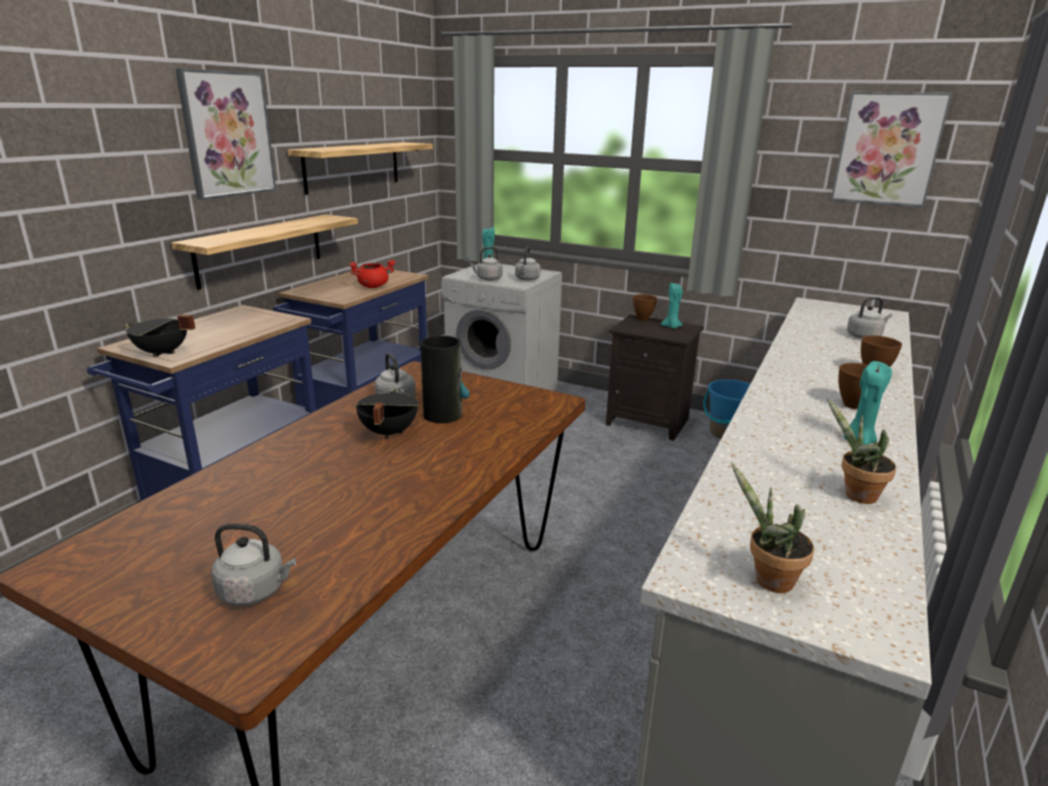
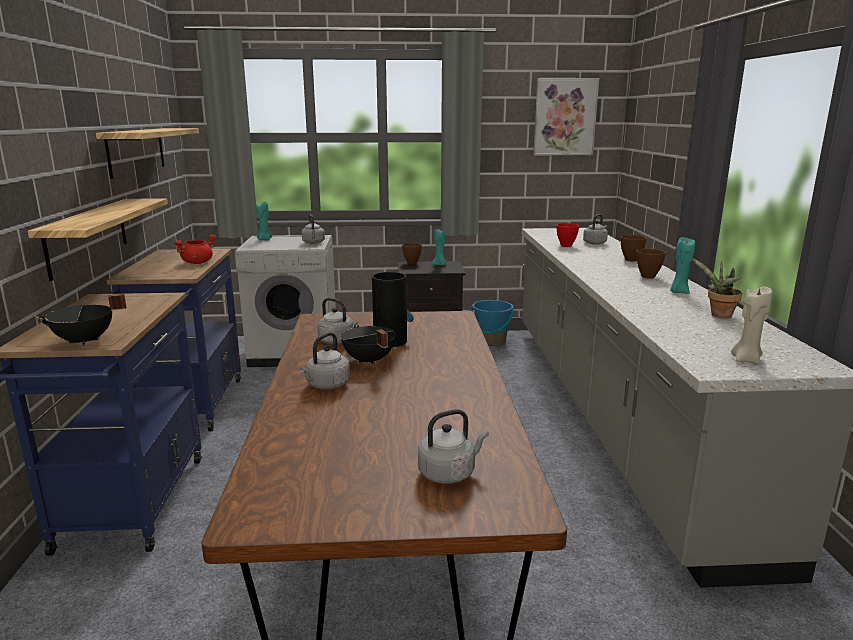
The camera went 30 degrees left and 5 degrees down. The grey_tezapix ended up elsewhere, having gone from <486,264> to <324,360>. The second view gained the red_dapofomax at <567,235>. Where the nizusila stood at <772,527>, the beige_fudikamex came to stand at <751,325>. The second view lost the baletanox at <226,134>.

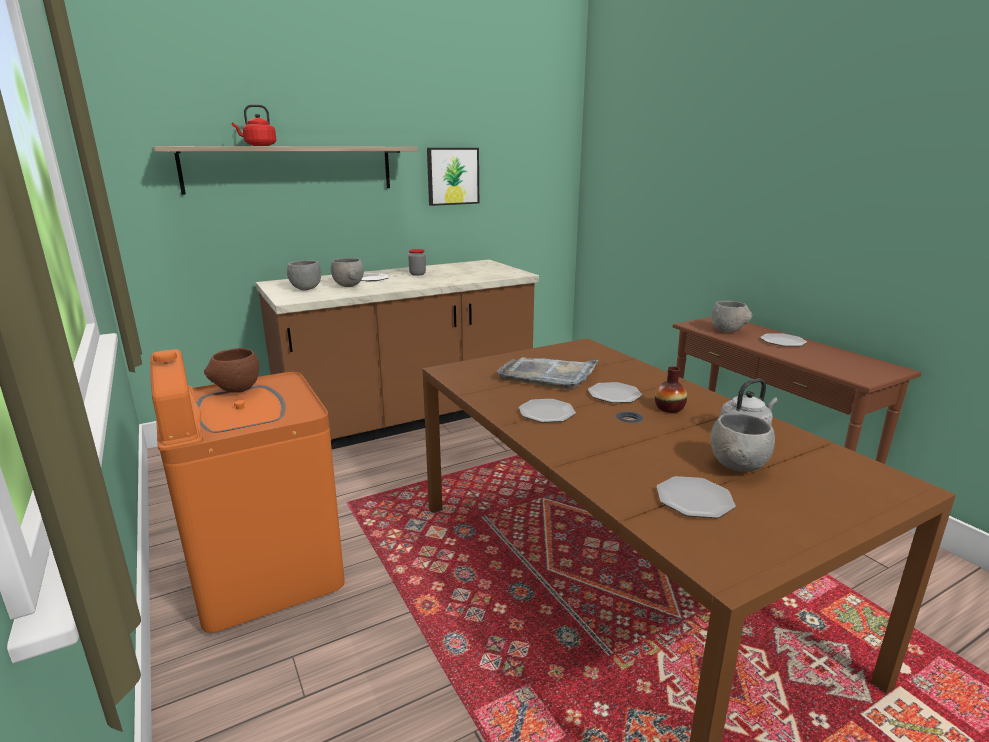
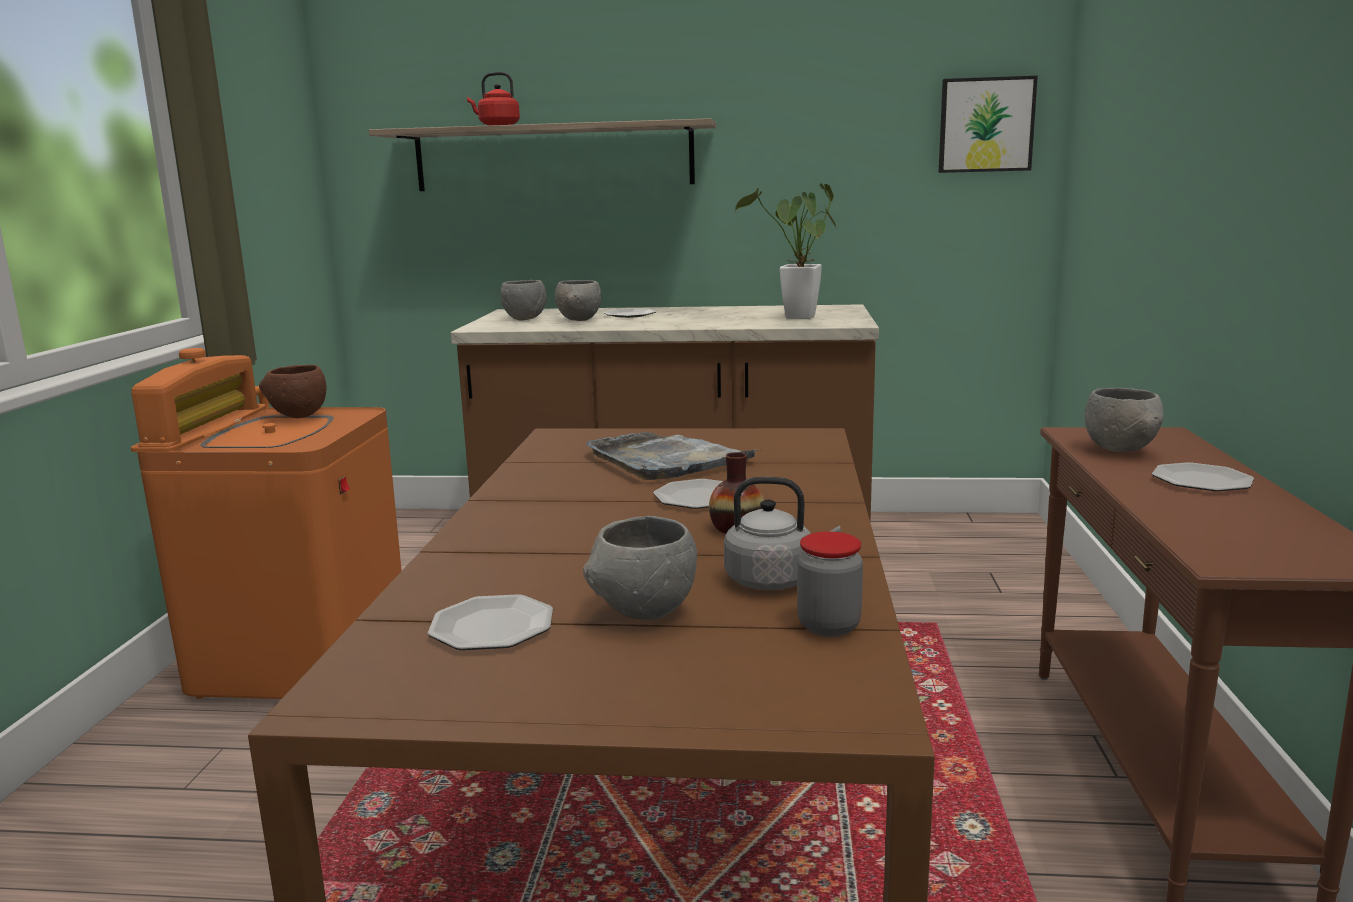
The camera went 35 degrees right and 5 degrees down. The second view gained the nizusila at <786,251>. The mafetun ended up elsewhere, having gone from <417,262> to <830,584>. The baletanox ended up elsewhere, having gone from <453,177> to <988,124>. The second view lost the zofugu at <547,411>.

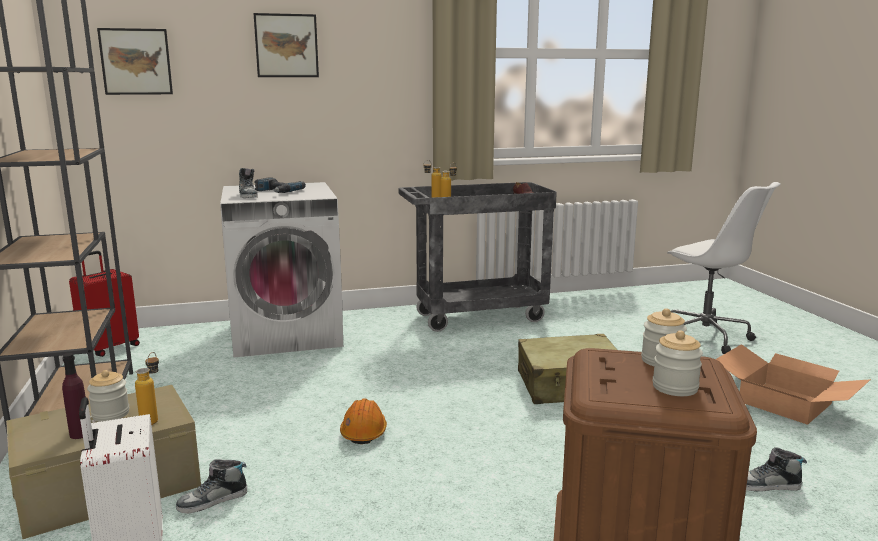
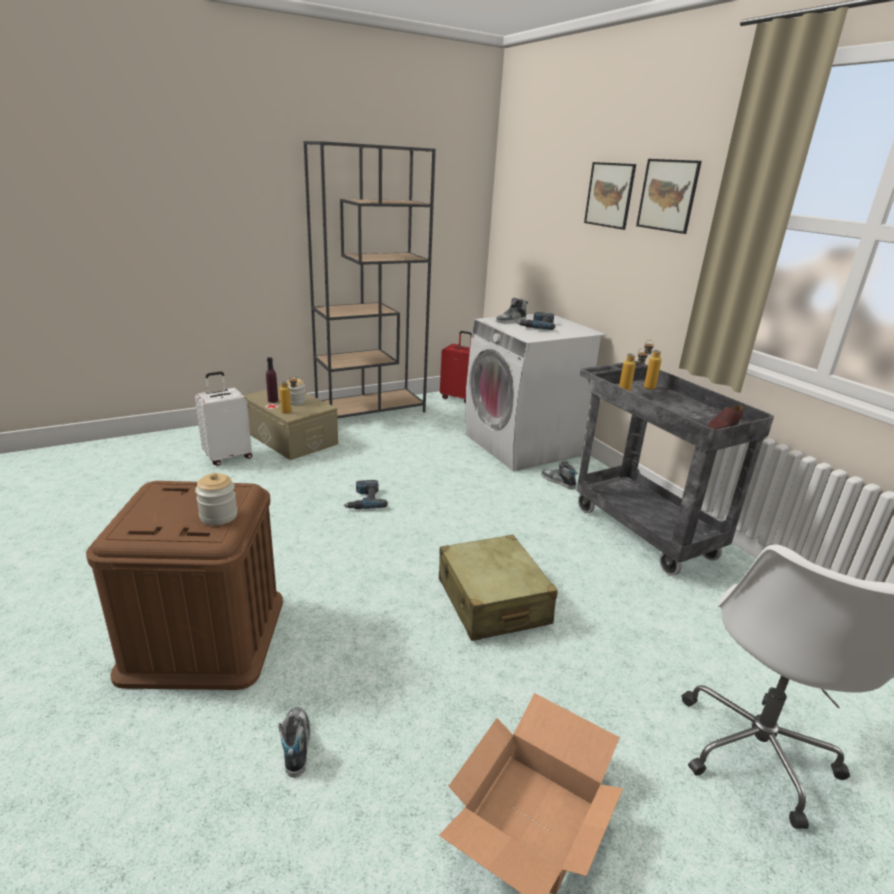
The camera went 75 degrees right and 10 degrees up. Where the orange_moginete stood at <363,421>, the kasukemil came to stand at <365,494>. The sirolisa ended up elsewhere, having gone from <211,486> to <559,475>. The baletanox ended up elsewhere, having gone from <135,61> to <669,196>. The second view lost the mafetun at <677,363>.

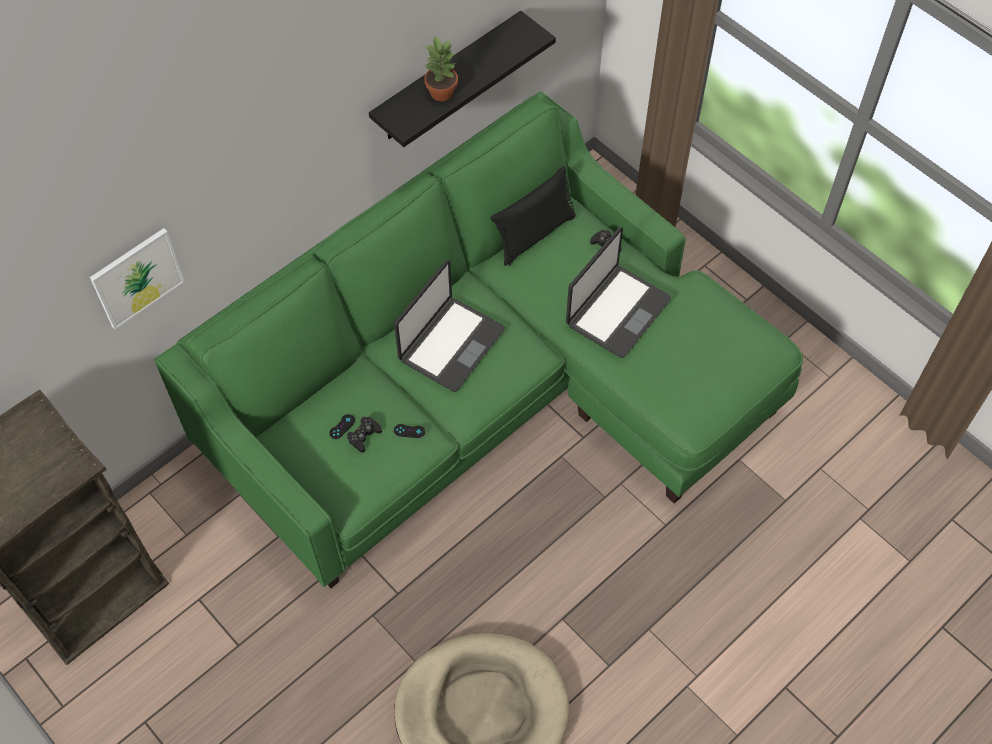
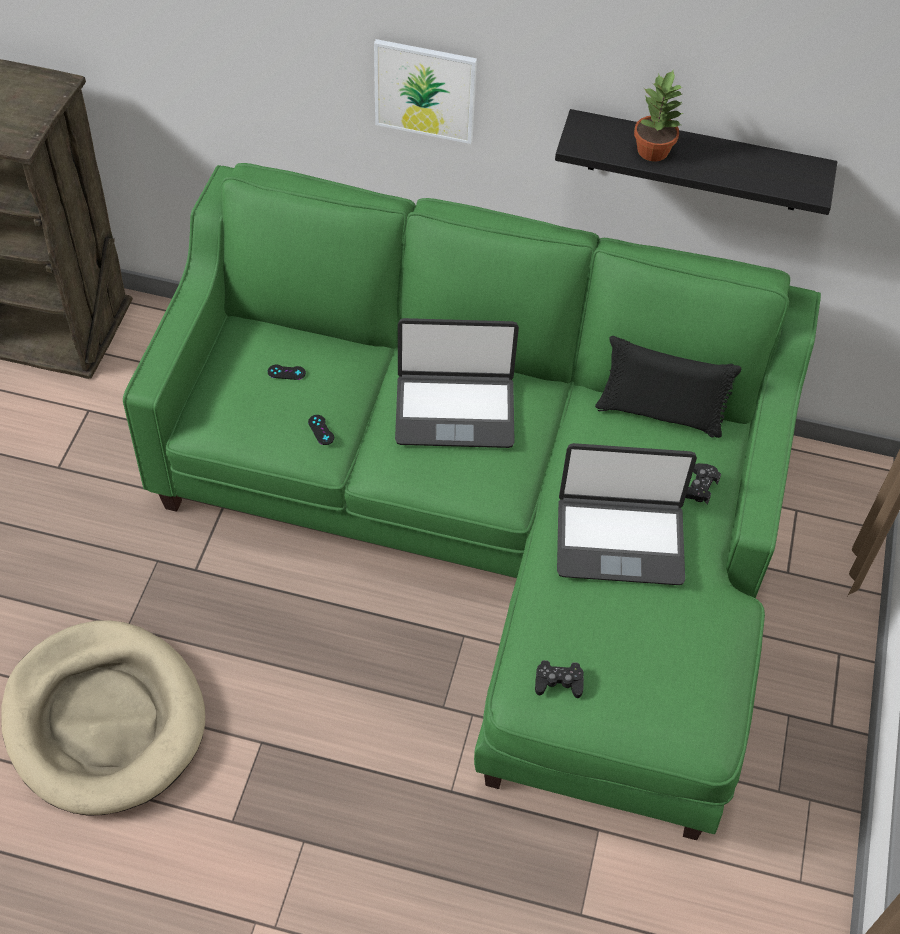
The camera went 55 degrees right and 5 degrees down. The baletanox ended up elsewhere, having gone from <137,279> to <425,91>. The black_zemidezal ended up elsewhere, having gone from <364,435> to <559,679>.

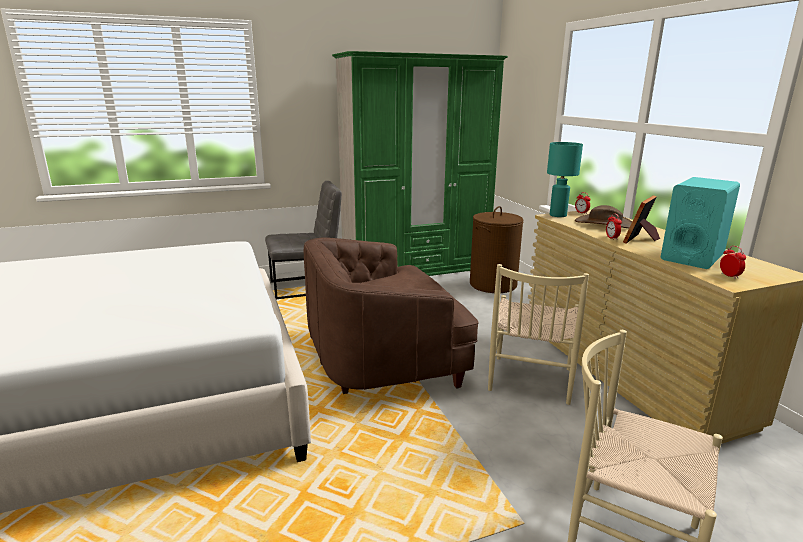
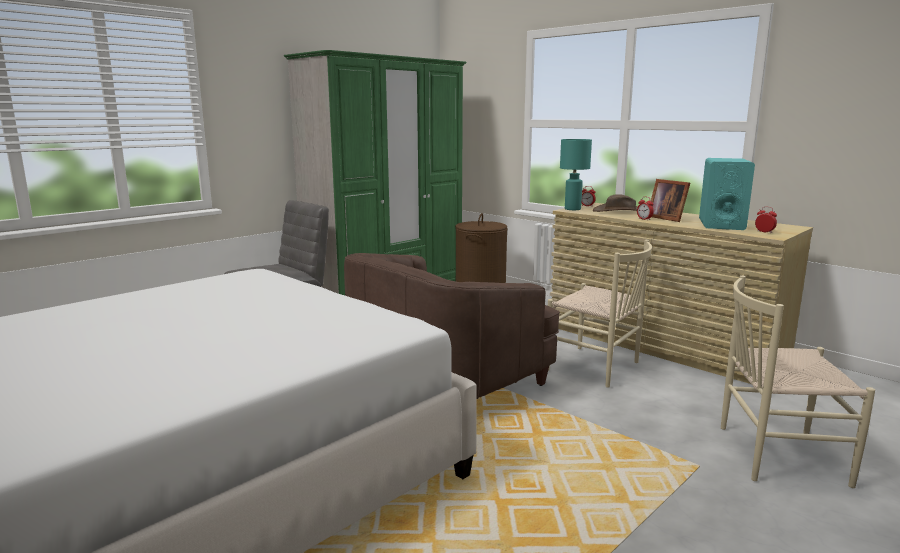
The camera went 25 degrees left and 5 degrees down. The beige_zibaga at <538,334> ended up facing another way, 45 degrees counterclockwise from before. The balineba at <641,219> ended up facing another way, 45 degrees counterclockwise from before.

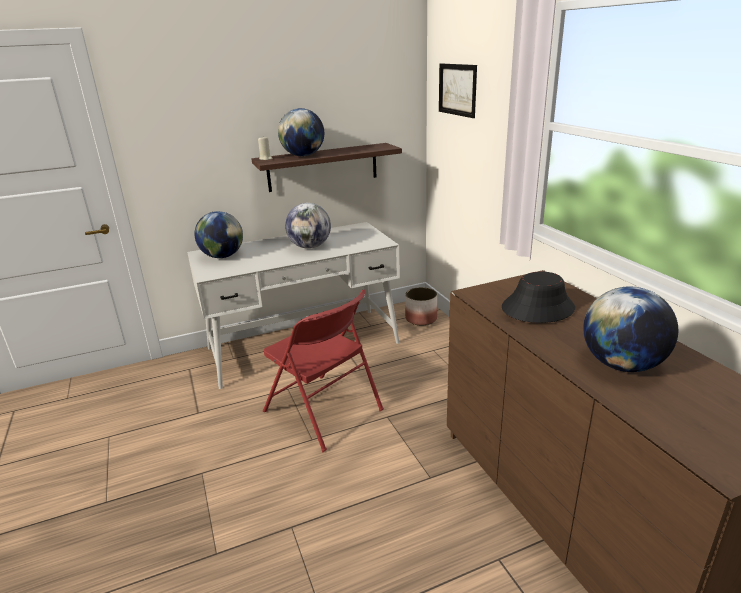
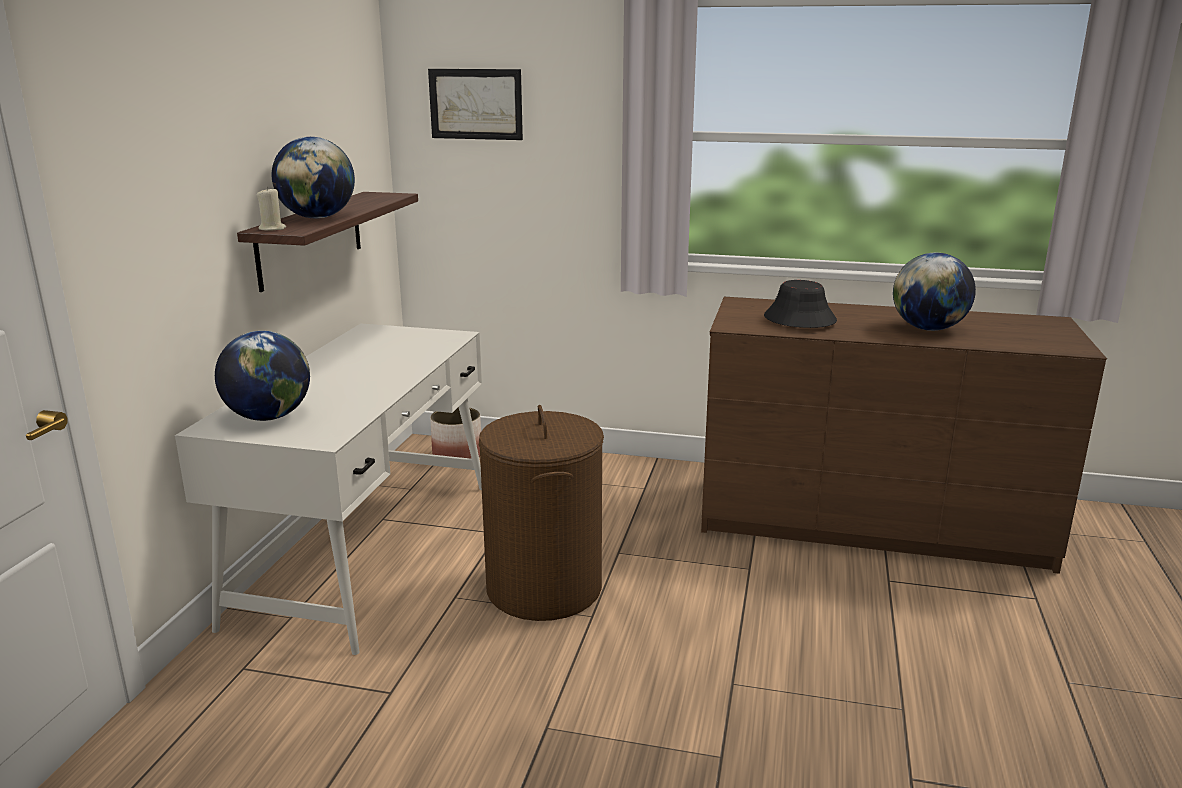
The camera went 55 degrees left and 5 degrees down. Where the red_zibaga stood at <323,370>, the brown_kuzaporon came to stand at <541,513>. The second view lost the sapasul at <308,226>.

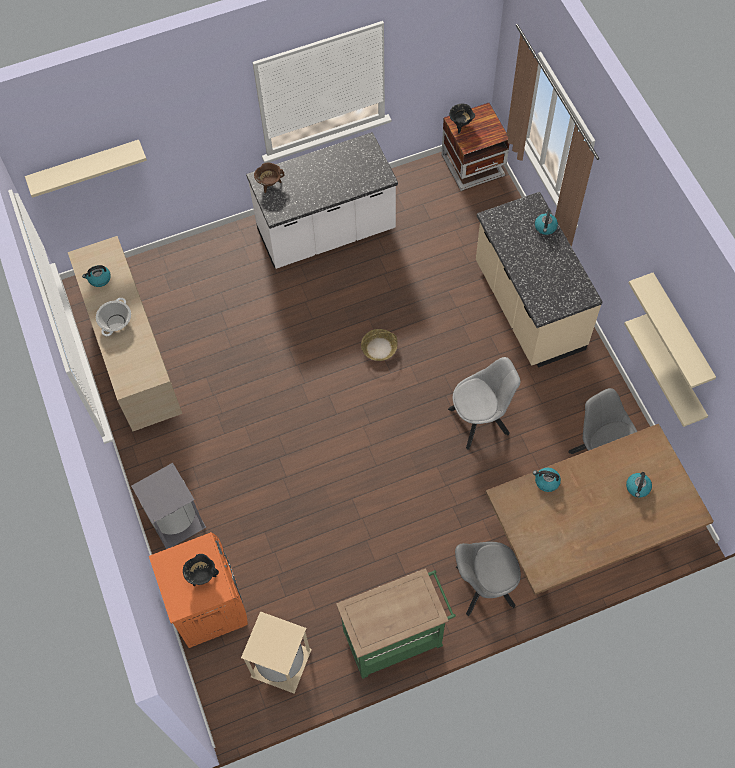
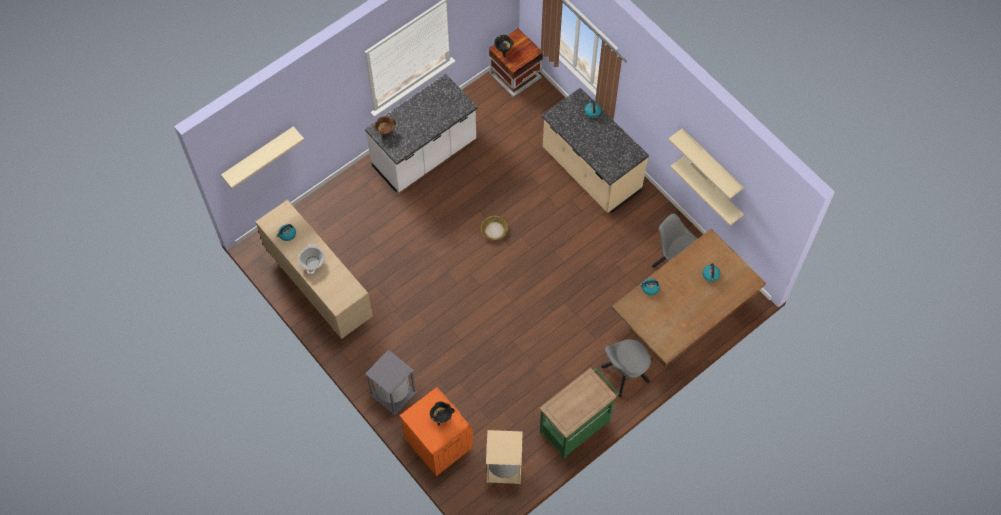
The camera went 20 degrees left and 0 degrees up. The second view lost the grey_zibaga at <484,403>.

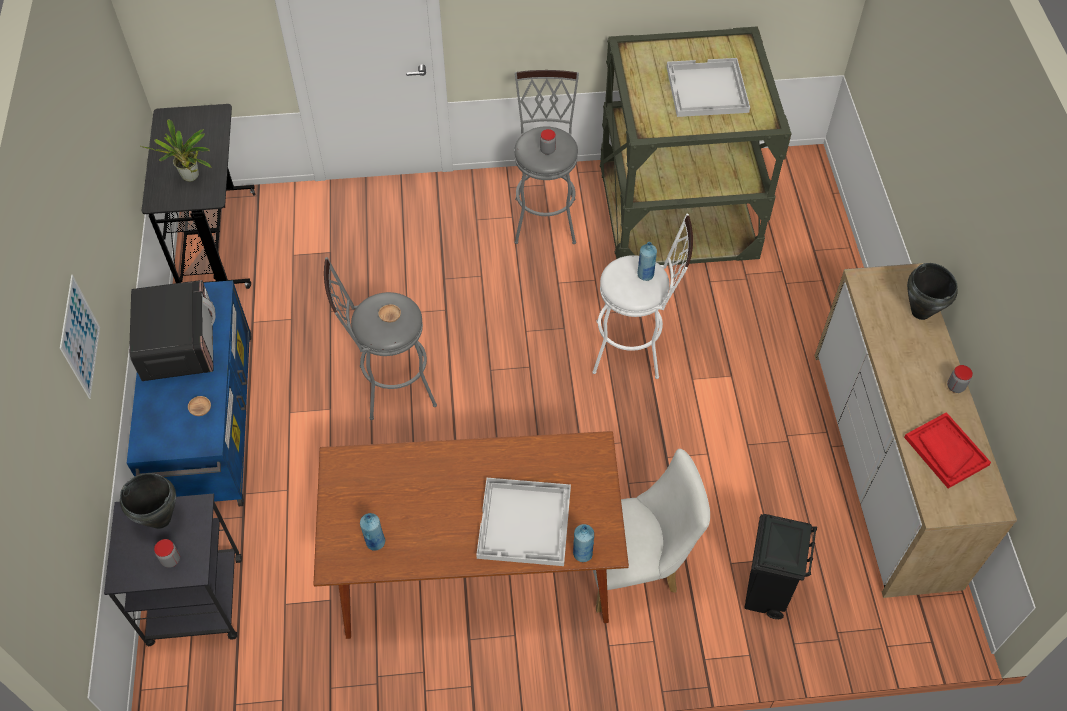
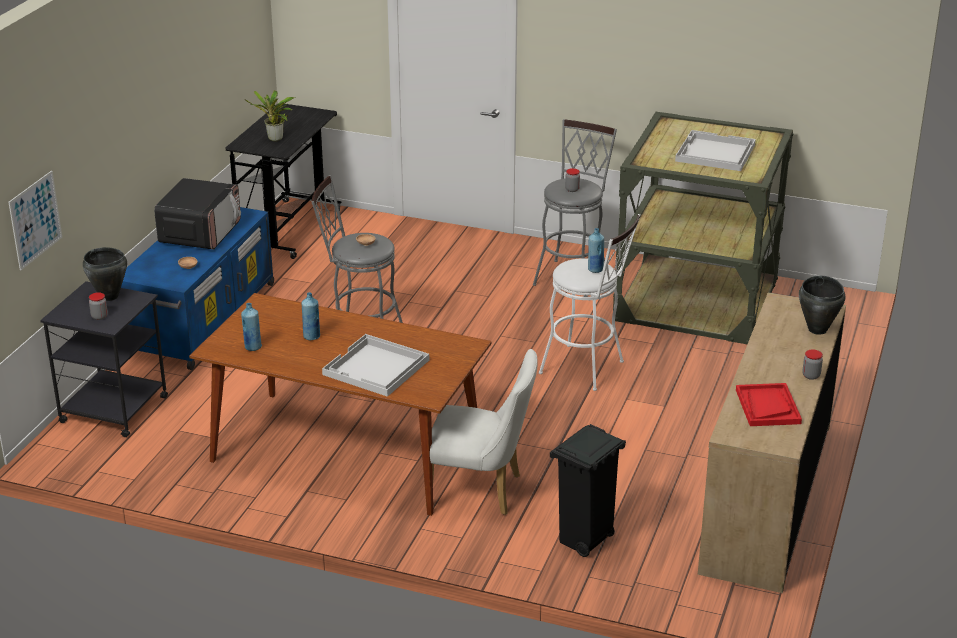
The camera went 25 degrees right and 25 degrees down. The baletanox ended up elsewhere, having gone from <80,337> to <35,221>. The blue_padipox ended up elsewhere, having gone from <583,543> to <310,316>.

